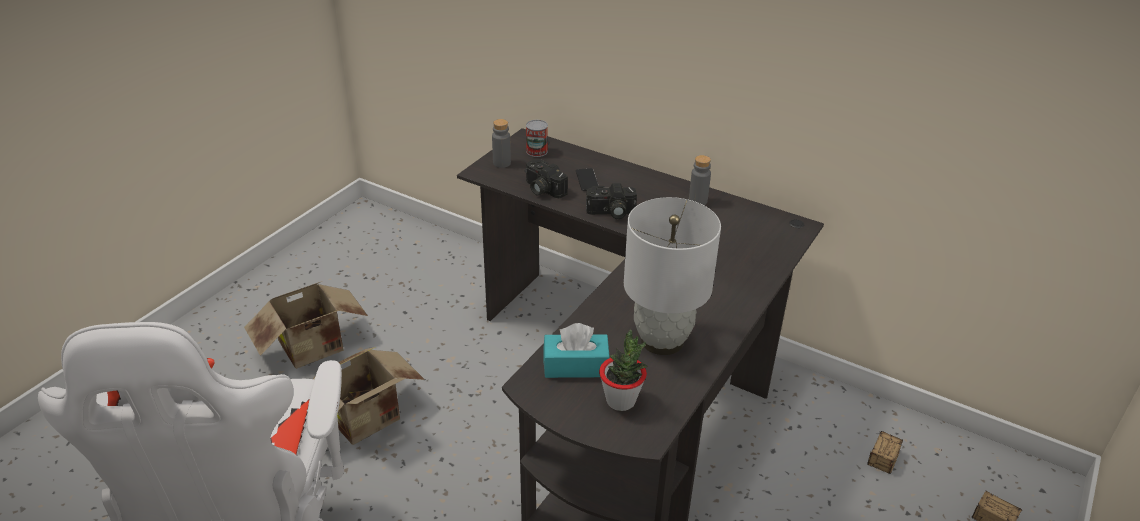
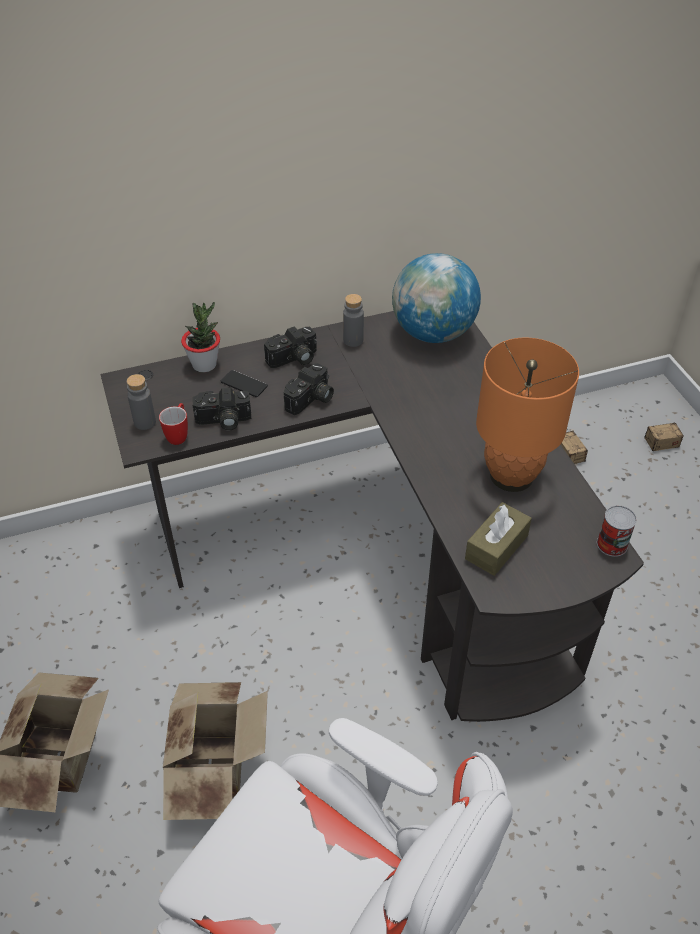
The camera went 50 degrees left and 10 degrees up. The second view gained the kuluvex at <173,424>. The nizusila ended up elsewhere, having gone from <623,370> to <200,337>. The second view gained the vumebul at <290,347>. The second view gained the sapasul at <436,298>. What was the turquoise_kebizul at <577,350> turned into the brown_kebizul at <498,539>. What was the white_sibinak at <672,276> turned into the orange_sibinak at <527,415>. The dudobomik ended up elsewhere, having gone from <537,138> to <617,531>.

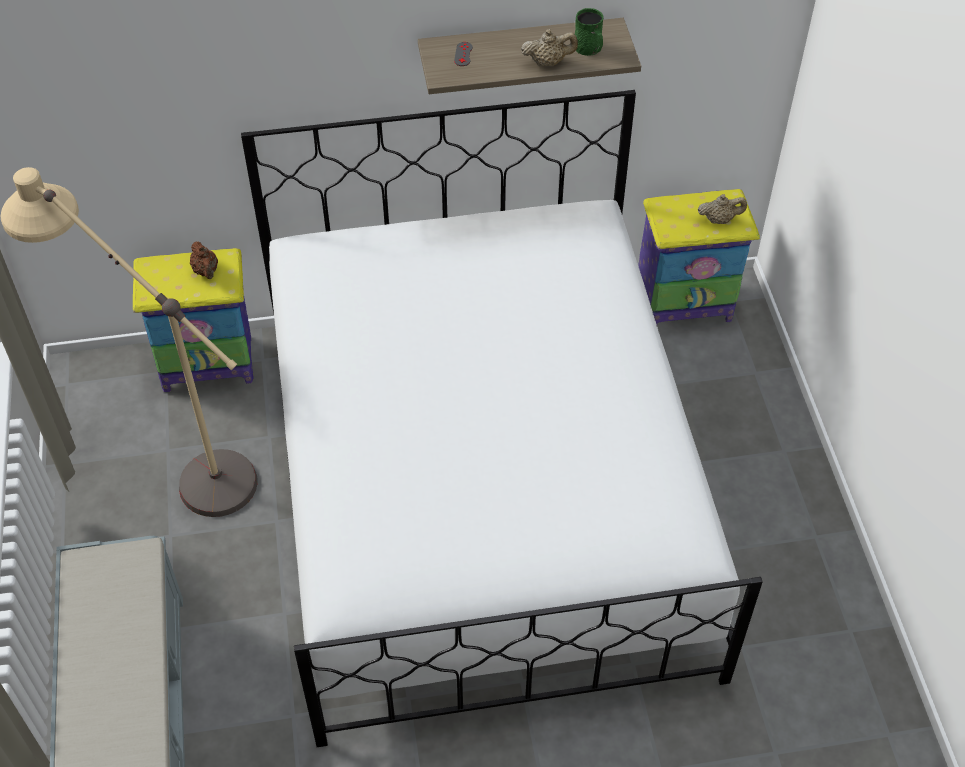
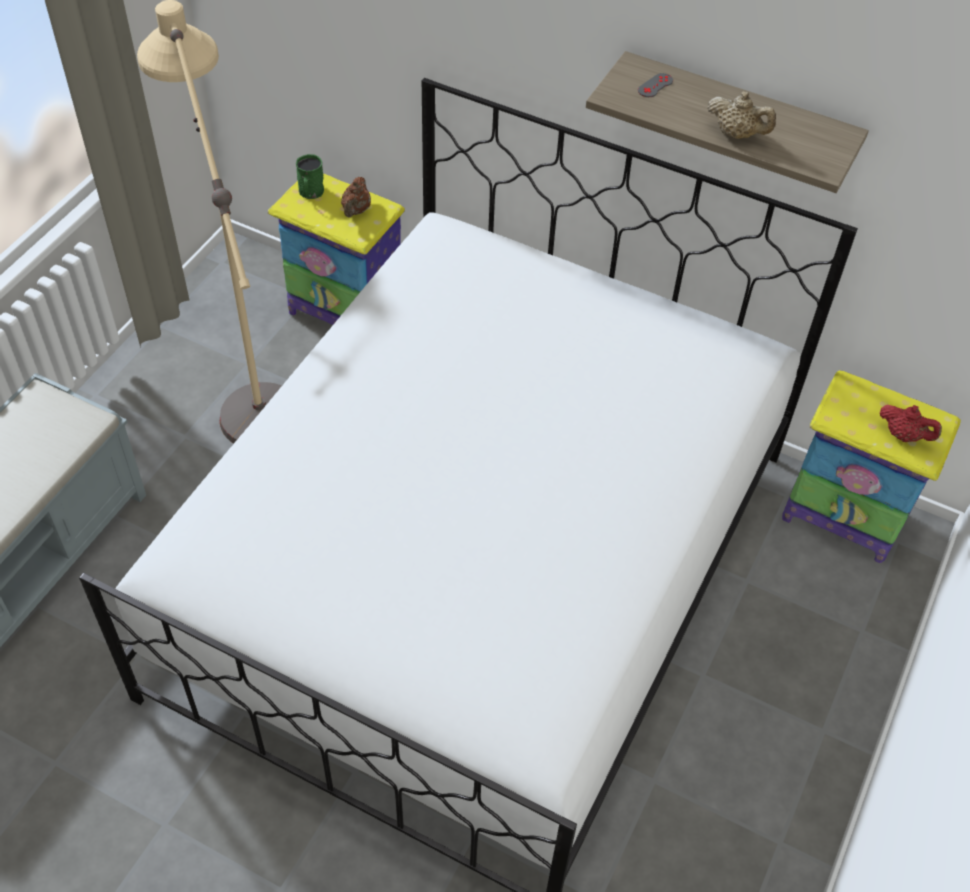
The camera went 35 degrees right and 0 degrees up. The green_kuluvex ended up elsewhere, having gone from <589,32> to <310,176>. What was the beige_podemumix at <722,209> turned into the red_podemumix at <910,423>.

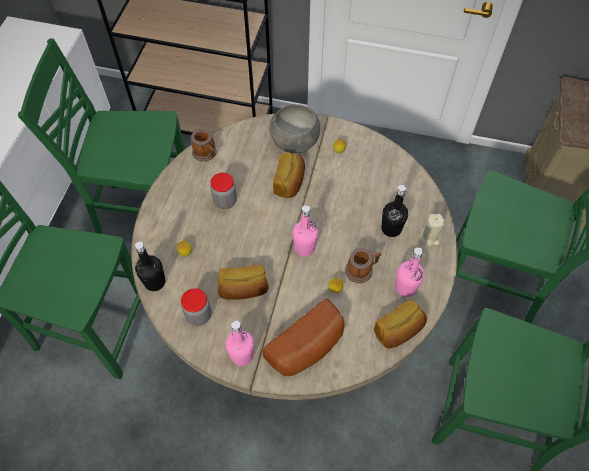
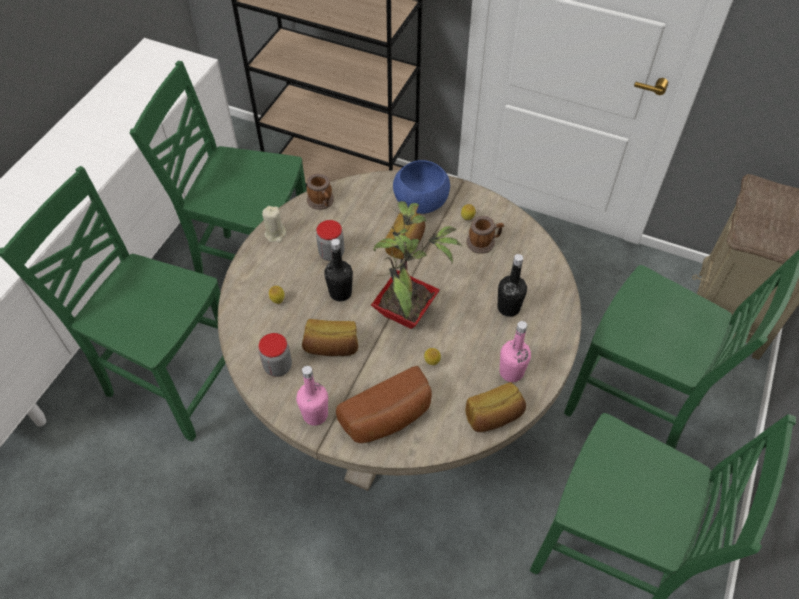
The camera went 10 degrees right and 5 degrees down. The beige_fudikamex ended up elsewhere, having gone from <433,230> to <274,224>. The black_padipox ended up elsewhere, having gone from <150,266> to <338,270>. Where the pink_padipox stood at <305,231>, the nizusila came to stand at <416,265>. What was the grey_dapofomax at <294,128> turned into the blue_dapofomax at <421,187>. The kuluvex ended up elsewhere, having gone from <363,265> to <485,235>.

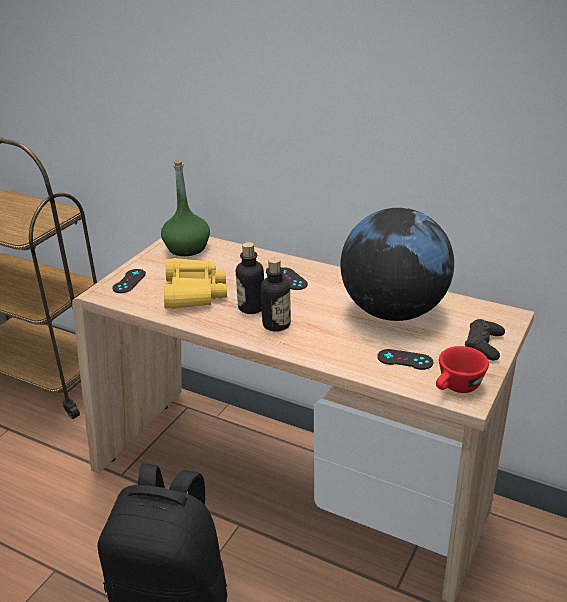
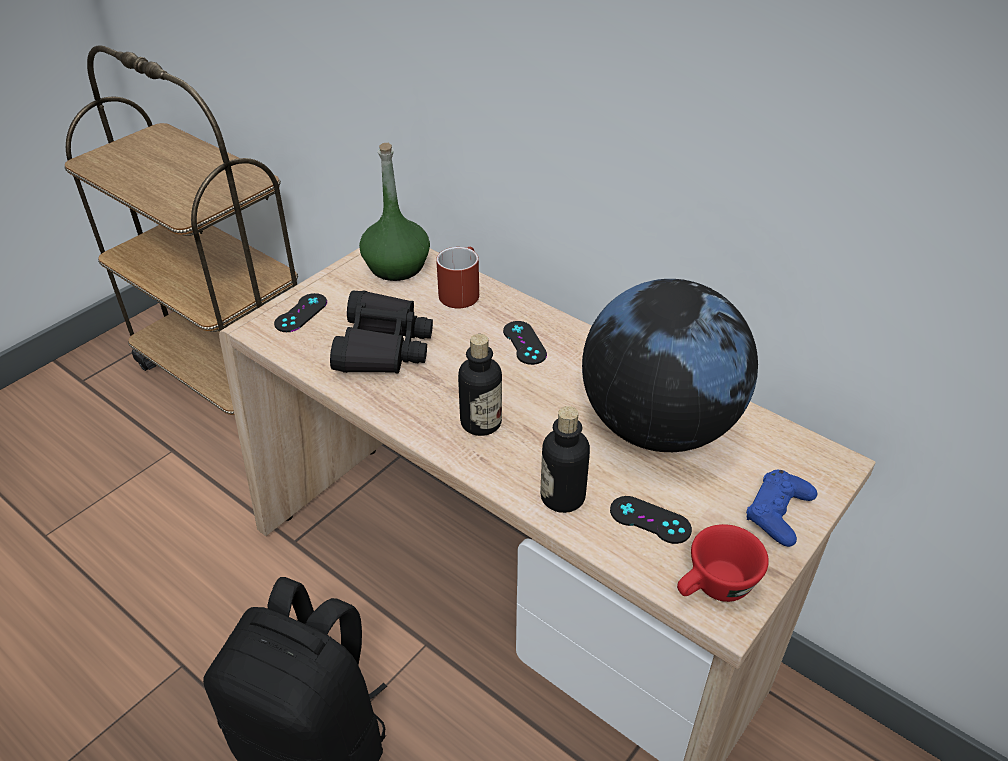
The camera went 10 degrees right and 10 degrees up. What was the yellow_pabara at <195,283> turned into the black_pabara at <381,332>. The second view gained the red_kuluvex at <457,277>. The padipox ended up elsewhere, having gone from <250,278> to <565,459>. What was the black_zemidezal at <485,340> turned into the blue_zemidezal at <782,508>.

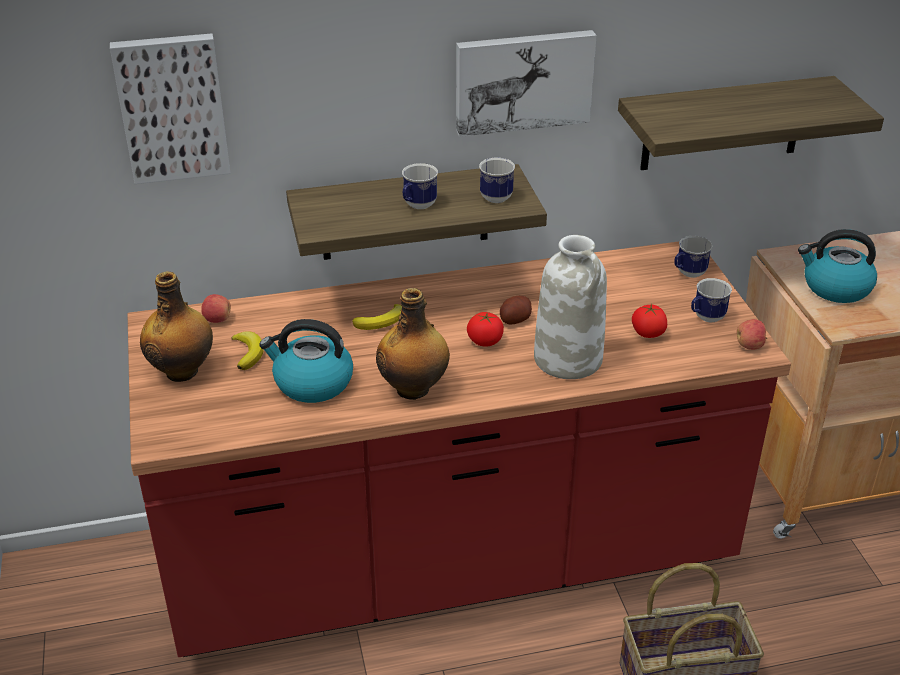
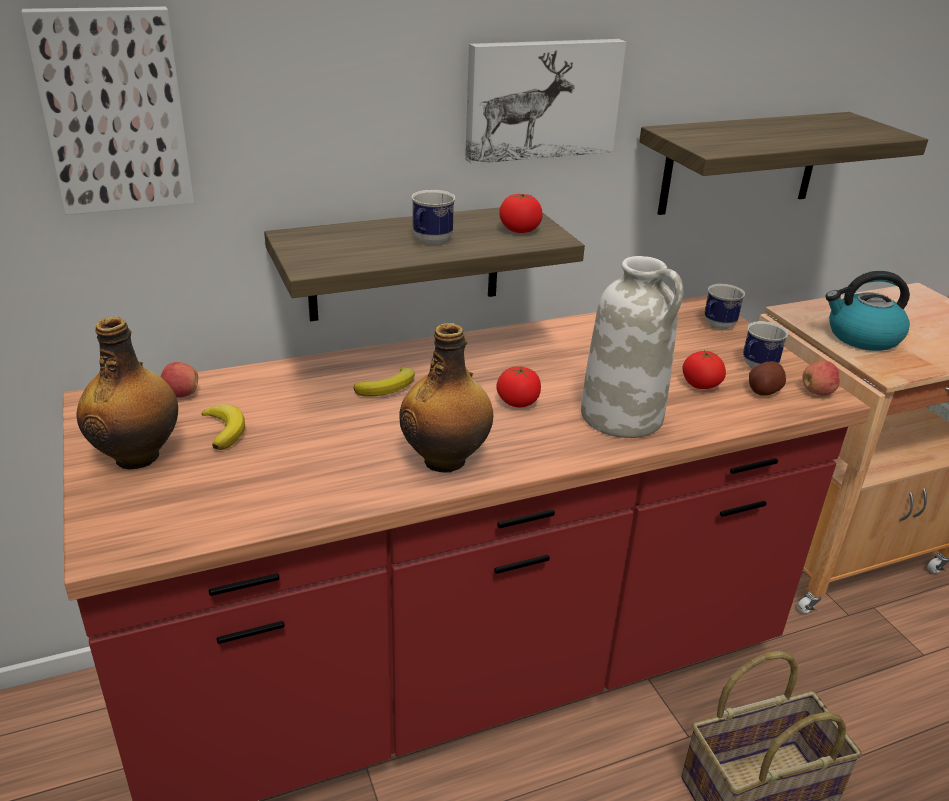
The camera went 10 degrees left and 5 degrees down. Where the kuluvex stood at <497,180>, the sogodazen came to stand at <521,213>. The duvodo ended up elsewhere, having gone from <516,310> to <767,378>. The second view lost the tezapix at <306,361>.

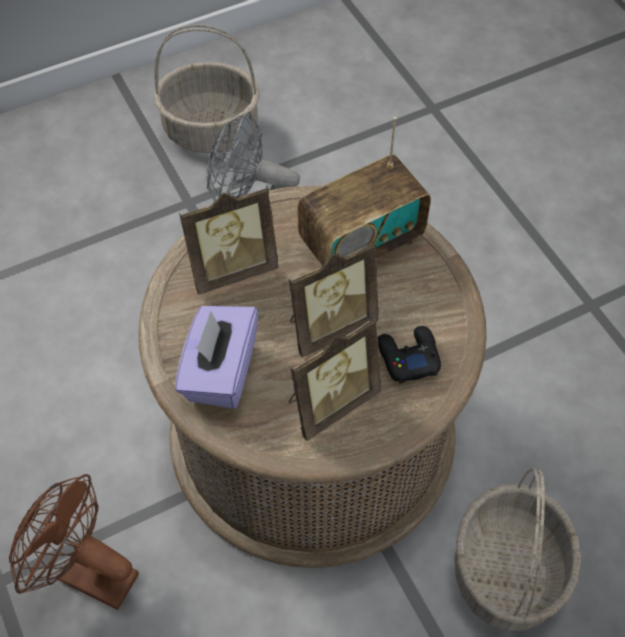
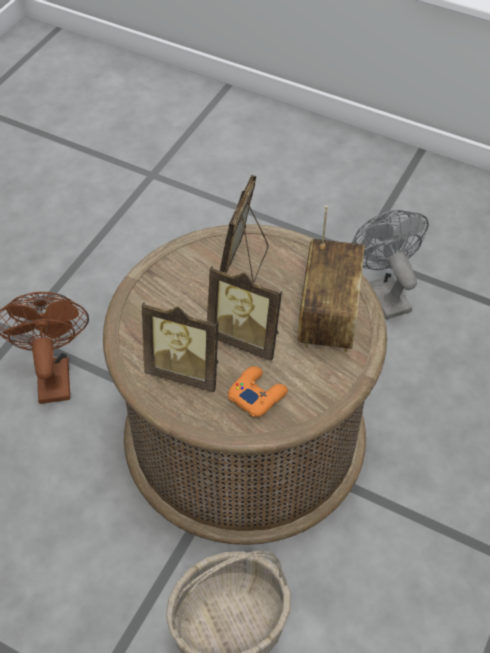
The camera went 55 degrees right and 5 degrees down. The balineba at <229,240> ended up facing another way, 75 degrees clockwise from before. What was the black_zemidezal at <409,355> turned into the orange_zemidezal at <258,391>. The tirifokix at <364,191> ended up facing another way, 105 degrees counterclockwise from before. The second view lost the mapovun at <207,88>. The second view lost the purple_kebizul at <217,357>.

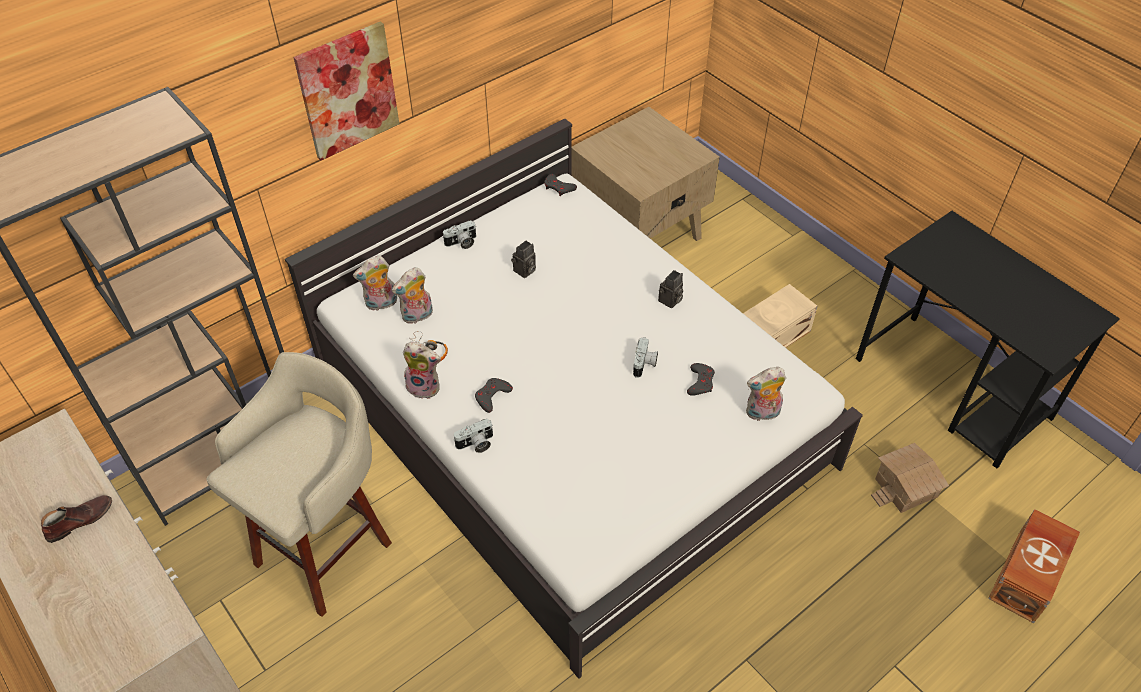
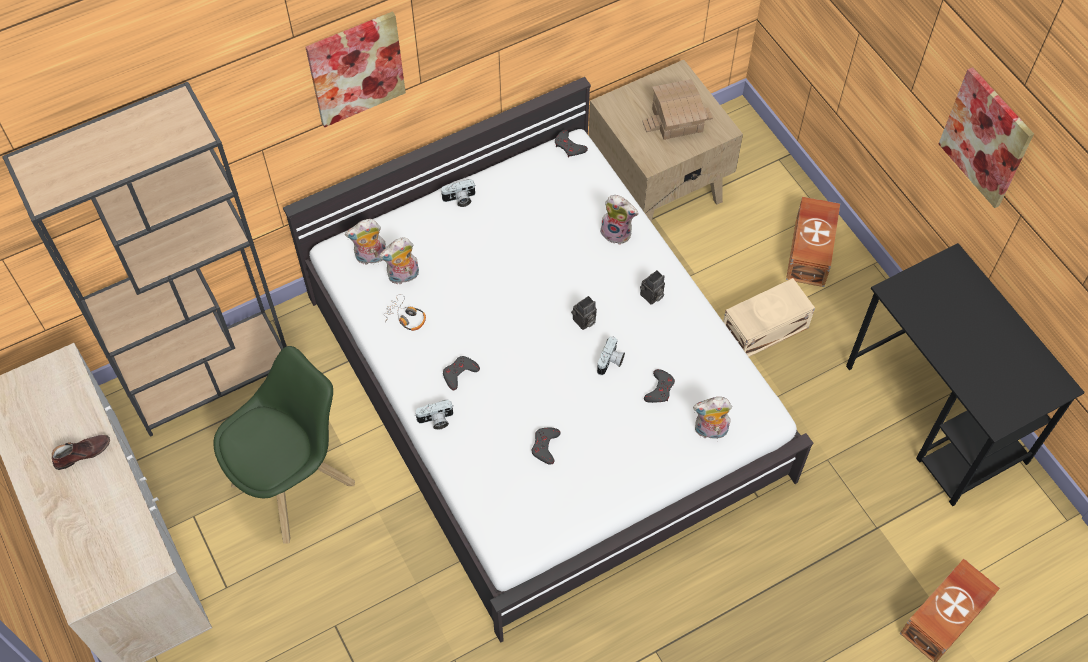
The camera went 10 degrees right and 10 degrees up. Where the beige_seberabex stood at <299,484>, the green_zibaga came to stand at <284,445>. The second view gained the grey_zemidezal at <545,446>. The vumebul ended up elsewhere, having gone from <523,259> to <584,313>. The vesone ended up elsewhere, having gone from <422,370> to <619,220>. The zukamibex ended up elsewhere, having gone from <910,478> to <678,109>. The second view gained the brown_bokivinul at <813,242>. The second view gained the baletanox at <986,137>.

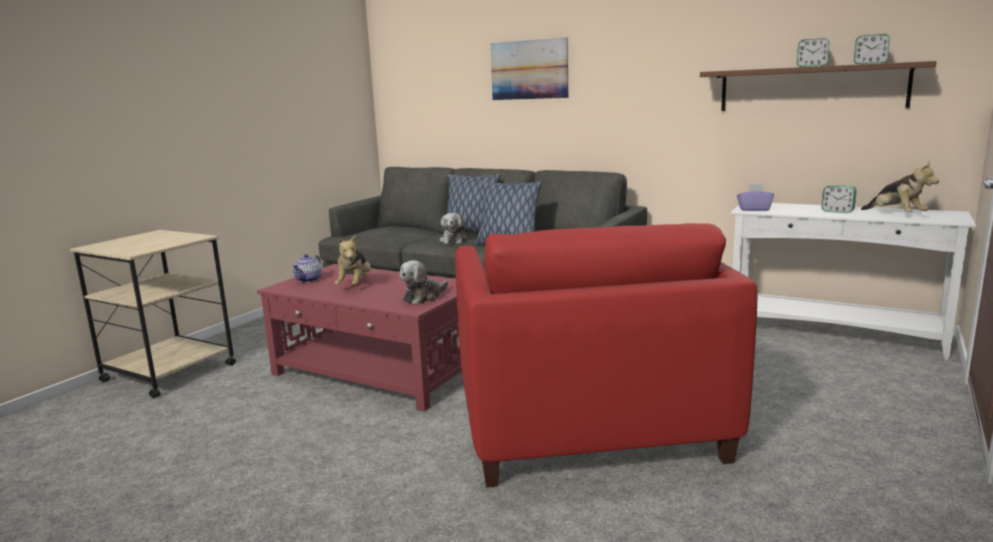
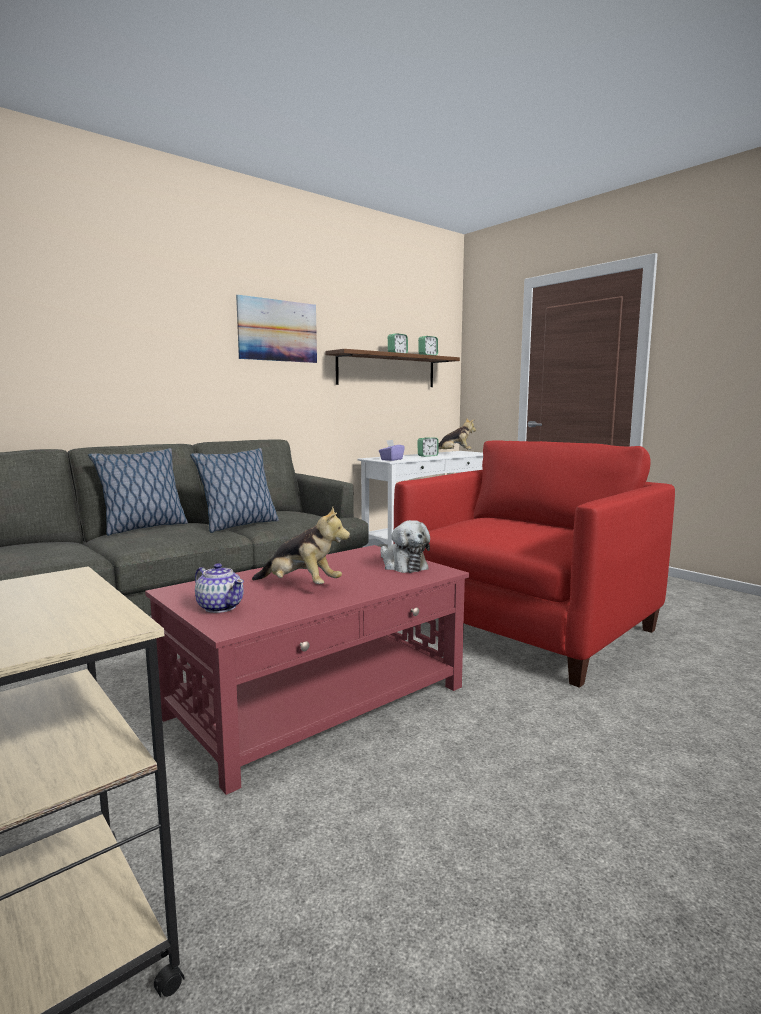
The camera went 70 degrees left and 5 degrees down. The baletanox ended up elsewhere, having gone from <529,68> to <276,329>. The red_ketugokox at <606,355> ended up facing another way, 60 degrees counterclockwise from before. The second view lost the vesone at <454,228>.

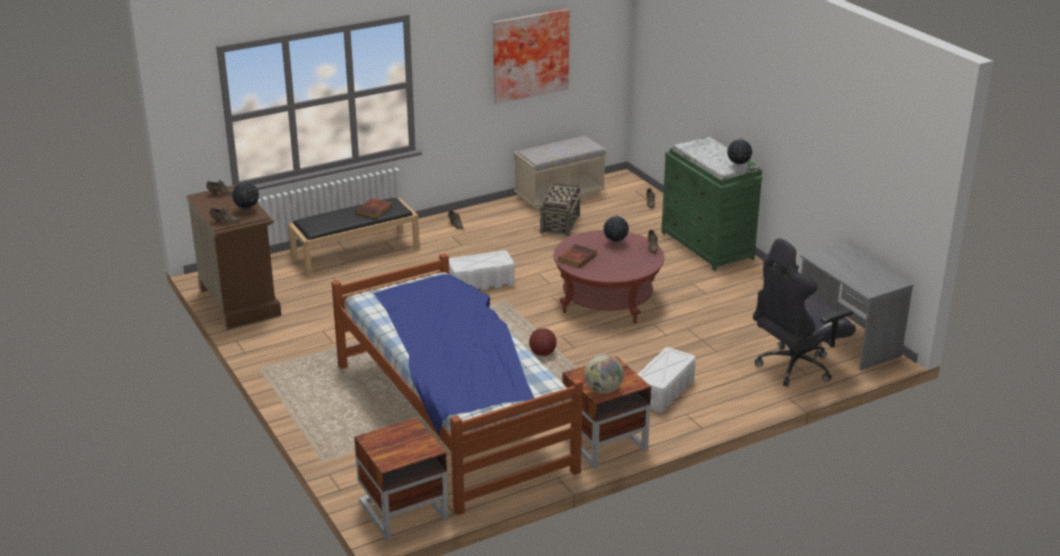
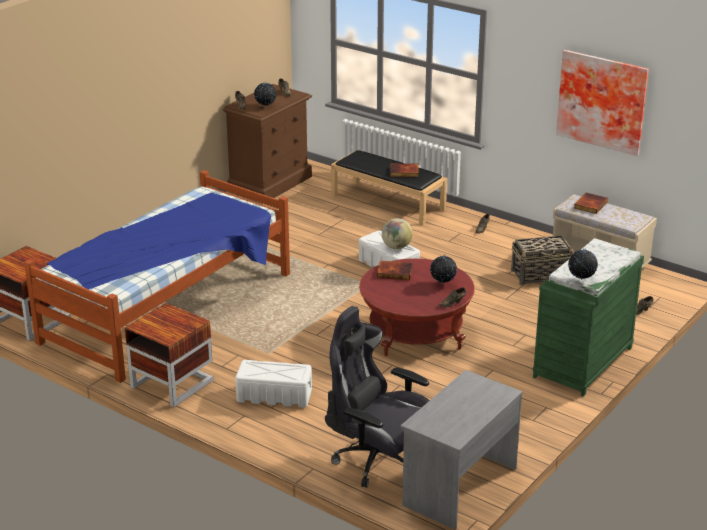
The camera went 65 degrees right and 0 degrees up. The sapasul ended up elsewhere, having gone from <604,374> to <397,233>. The second view gained the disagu at <591,203>. The second view lost the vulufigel at <543,342>.

